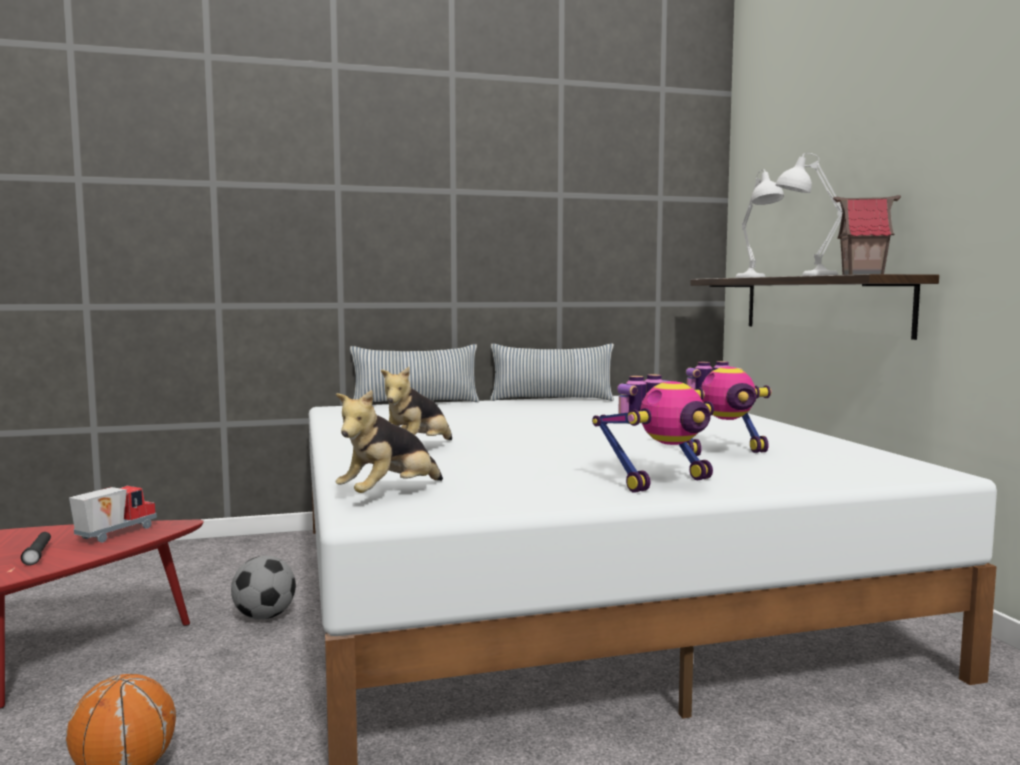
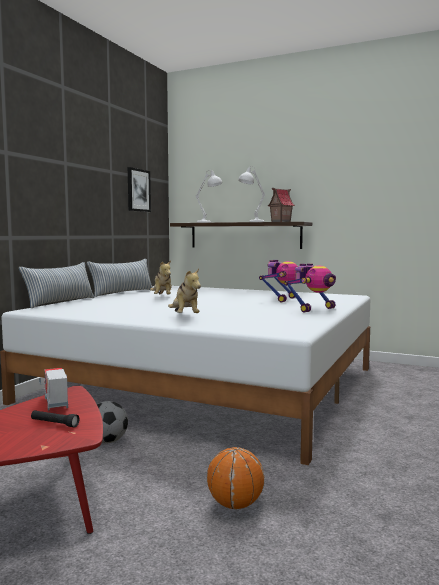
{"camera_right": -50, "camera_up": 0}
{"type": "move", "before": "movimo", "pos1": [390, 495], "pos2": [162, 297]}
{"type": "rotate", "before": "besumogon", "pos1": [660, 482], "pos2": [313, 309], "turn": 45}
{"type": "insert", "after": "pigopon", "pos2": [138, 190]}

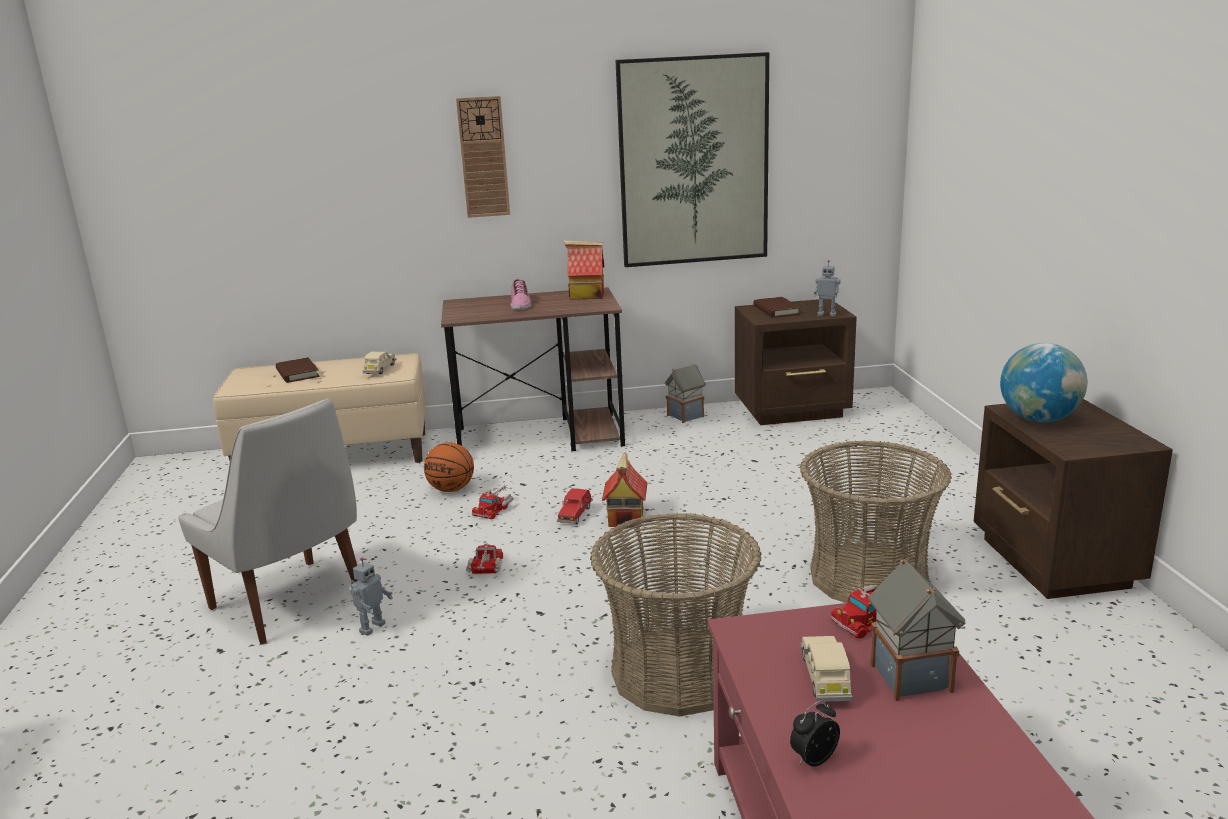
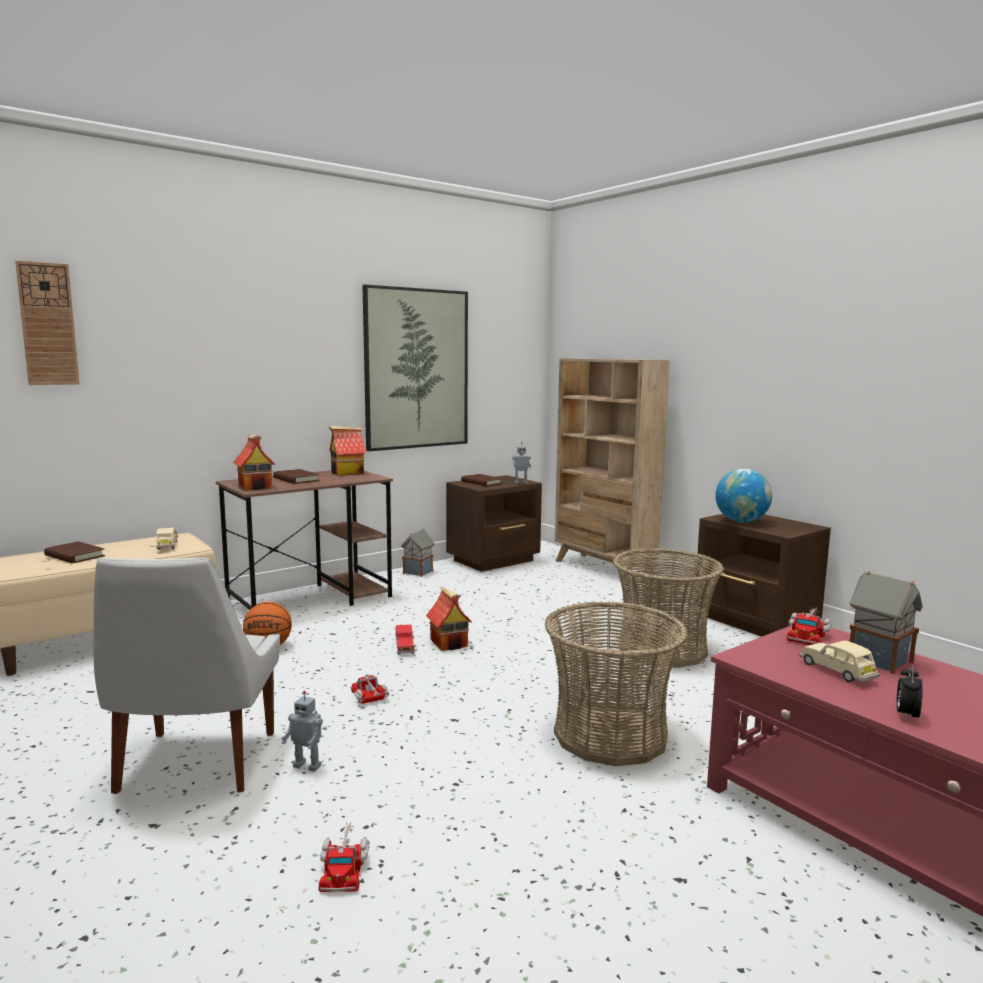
{"camera_right": -30, "camera_up": -10}
{"type": "rotate", "before": "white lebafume", "pos1": [291, 603], "pos2": [195, 765], "turn": 75}
{"type": "rotate", "before": "besumogon", "pos1": [371, 627], "pos2": [308, 765], "turn": 105}
{"type": "move", "before": "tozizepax", "pos1": [483, 157], "pos2": [48, 324]}
{"type": "move", "before": "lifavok", "pos1": [494, 508], "pos2": [344, 867]}
{"type": "replace", "before": "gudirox", "after": "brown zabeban", "pos1": [519, 303], "pos2": [296, 479]}
{"type": "insert", "after": "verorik", "pos2": [256, 486]}
{"type": "insert", "after": "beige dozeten", "pos2": [603, 569]}

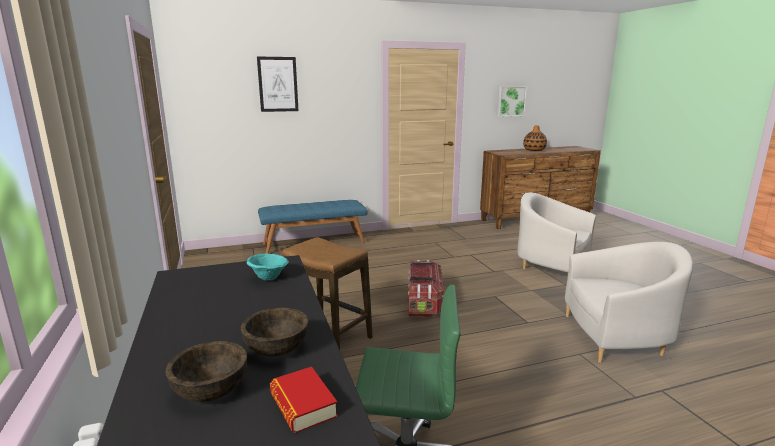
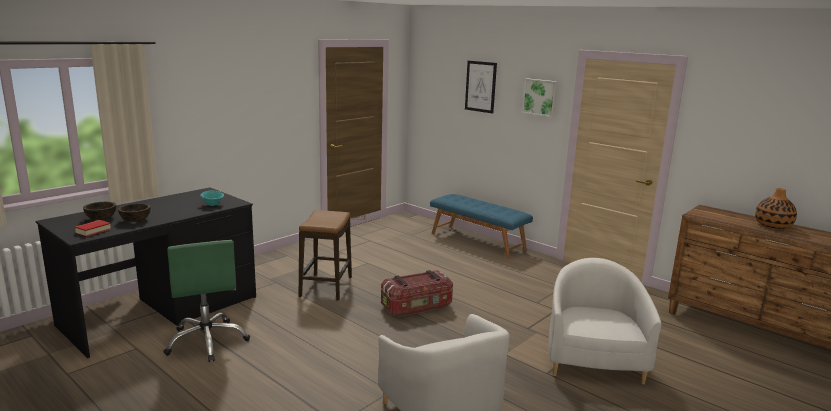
{"camera_right": 60, "camera_up": 0}
{"type": "move", "before": "pigopon", "pos1": [511, 101], "pos2": [540, 97]}

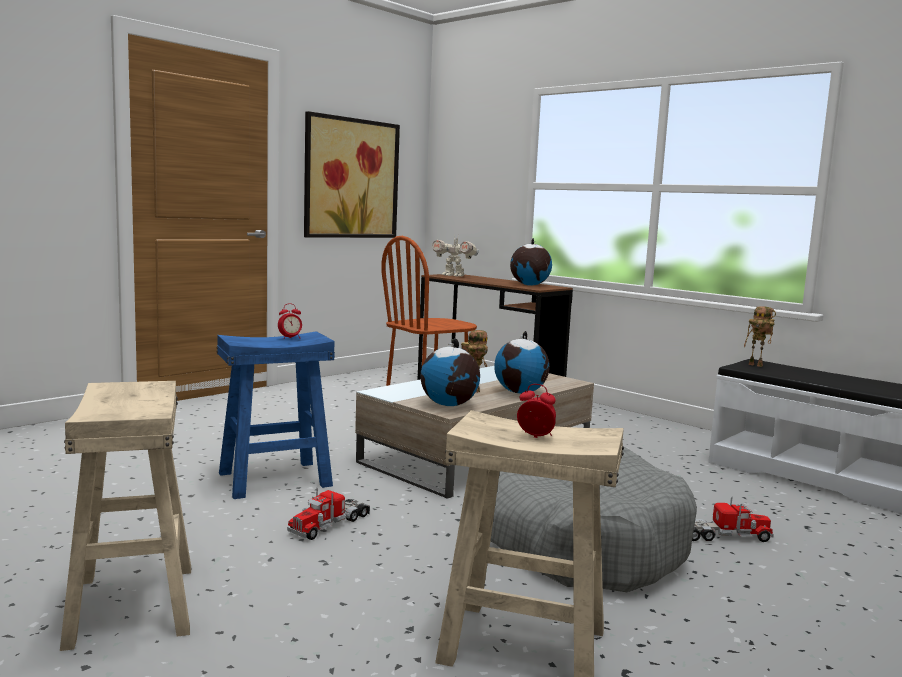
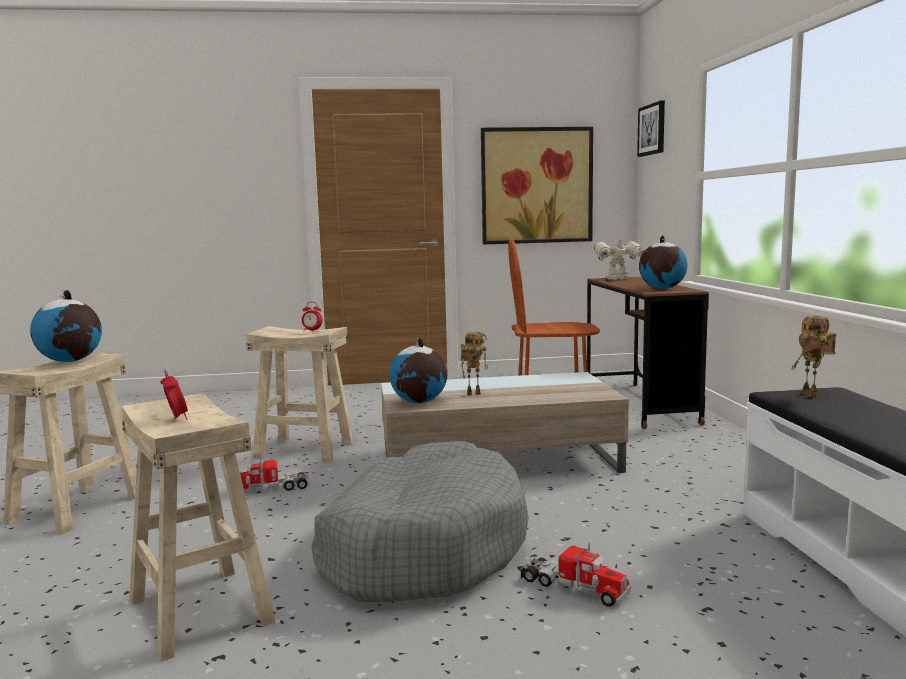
{"camera_right": 40, "camera_up": 0}
{"type": "recolor", "before": "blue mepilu", "after": "beige mepilu", "pos1": [275, 479], "pos2": [305, 449]}
{"type": "rotate", "before": "besumogon", "pos1": [453, 276], "pos2": [618, 279], "turn": 105}
{"type": "move", "before": "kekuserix", "pos1": [520, 392], "pos2": [70, 361]}
{"type": "insert", "after": "pigopon", "pos2": [652, 129]}

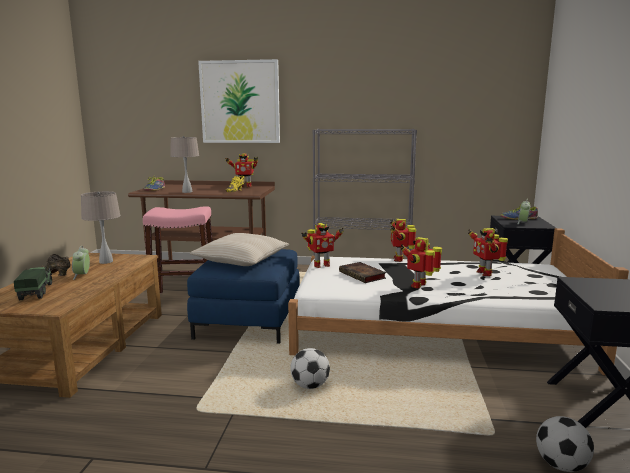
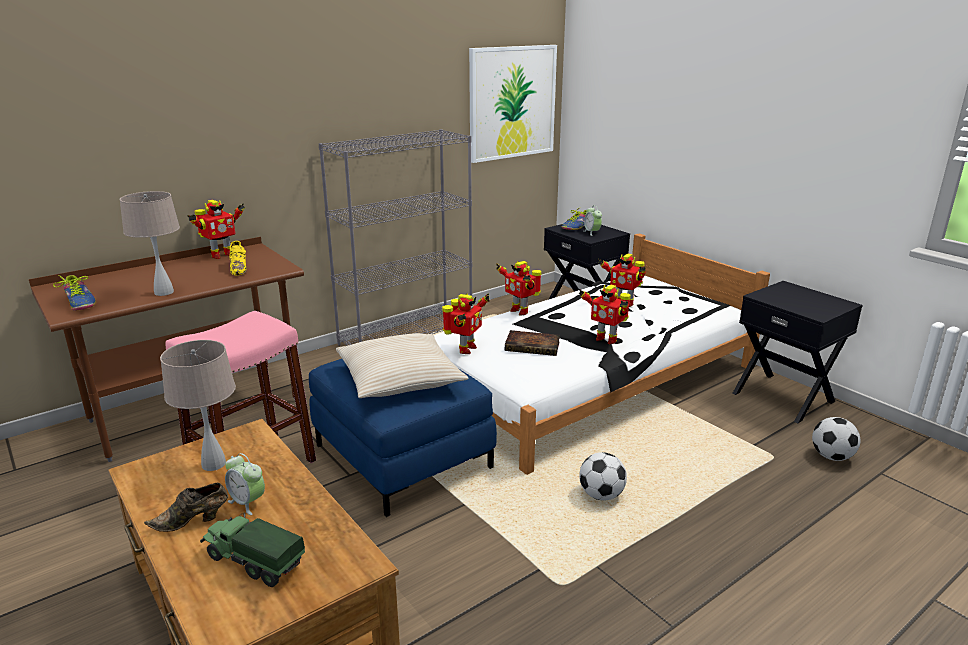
{"camera_right": -45, "camera_up": 10}
{"type": "move", "before": "pigopon", "pos1": [240, 102], "pos2": [512, 102]}
{"type": "rotate", "before": "besumogon", "pos1": [420, 285], "pos2": [606, 339], "turn": -45}

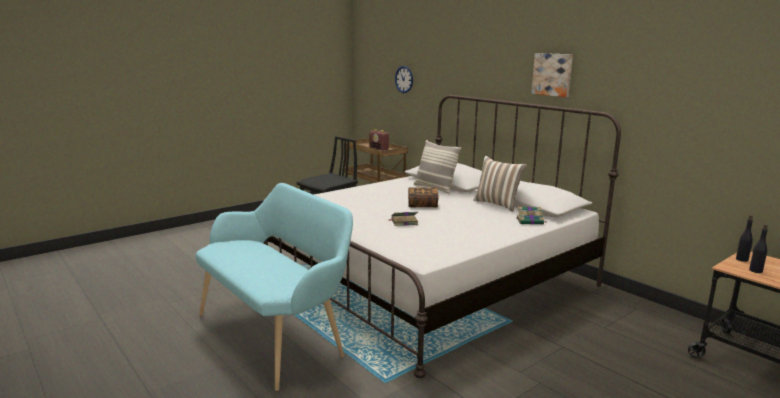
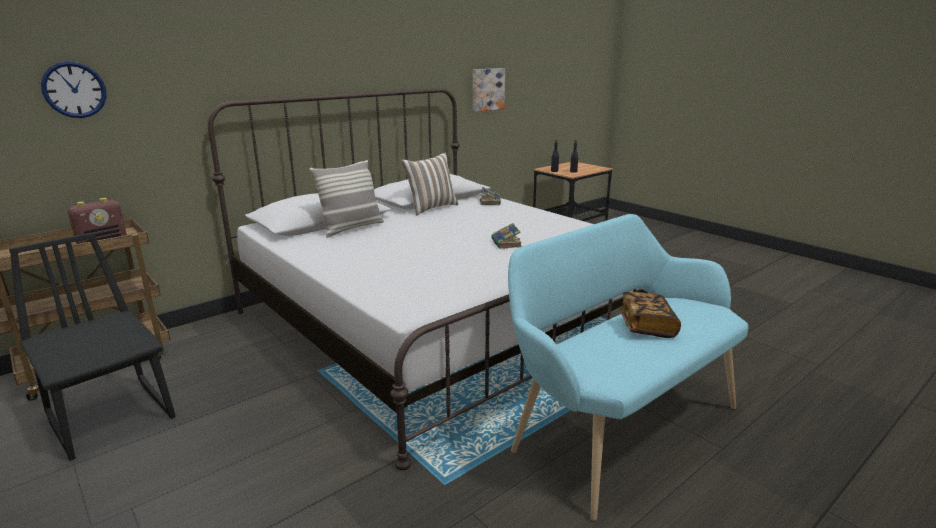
{"camera_right": -90, "camera_up": 5}
{"type": "move", "before": "zabeban", "pos1": [422, 205], "pos2": [647, 326]}
{"type": "move", "before": "pigopon", "pos1": [552, 74], "pos2": [487, 89]}

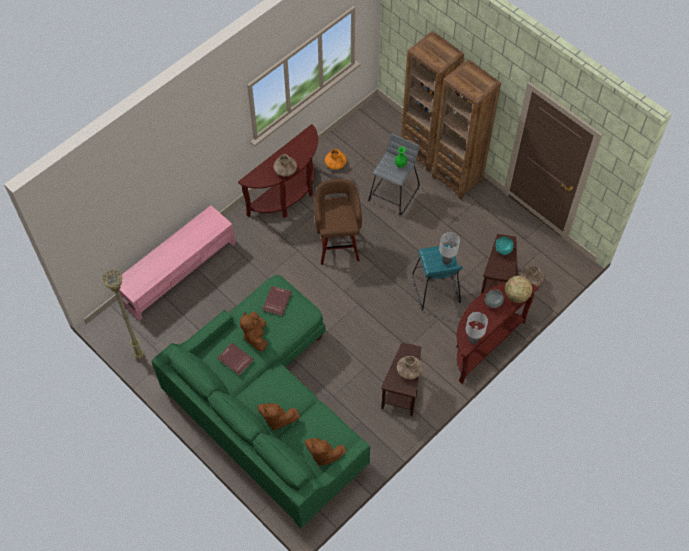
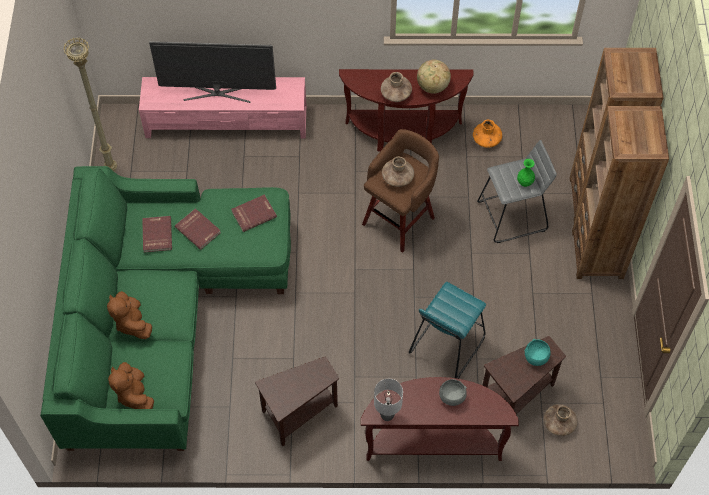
{"camera_right": 45, "camera_up": 0}
{"type": "replace", "before": "brown movimo", "after": "red zabeban", "pos1": [255, 336], "pos2": [198, 229]}
{"type": "move", "before": "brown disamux", "pos1": [409, 370], "pos2": [397, 177]}
{"type": "delete", "before": "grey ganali", "pos1": [446, 261]}
{"type": "move", "before": "kekuserix", "pos1": [516, 296], "pos2": [432, 87]}
{"type": "insert", "after": "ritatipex", "pos2": [218, 92]}

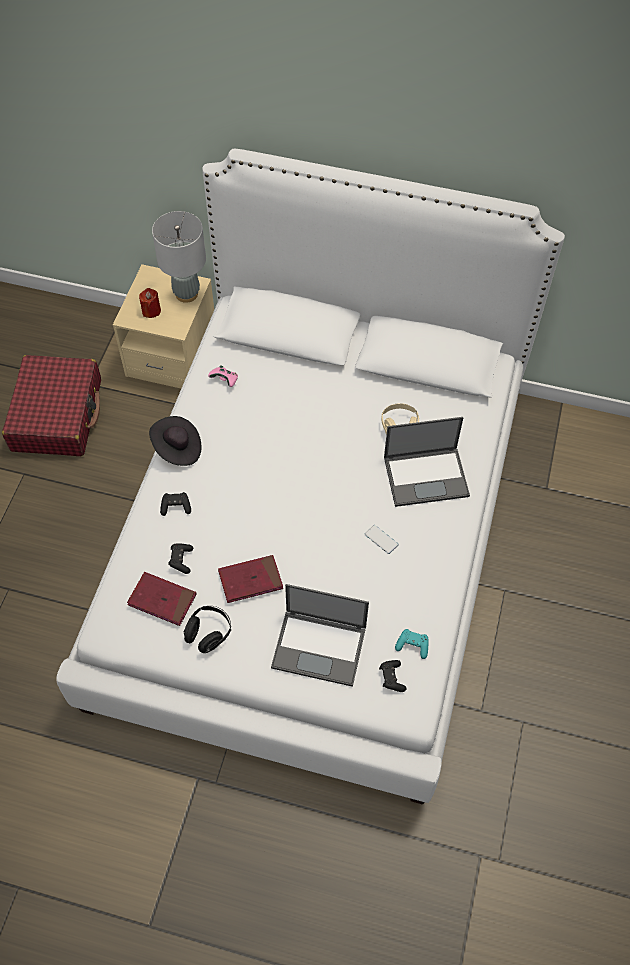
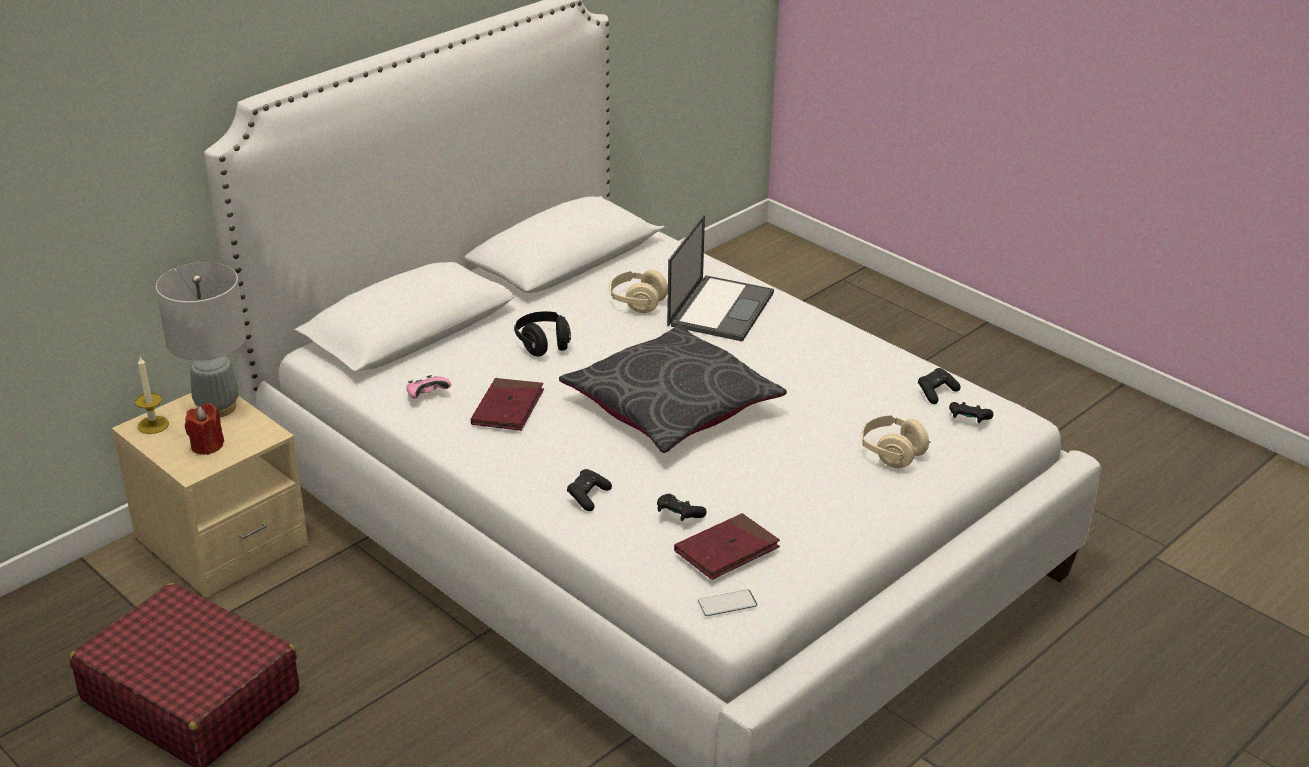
{"camera_right": -60, "camera_up": -25}
{"type": "delete", "before": "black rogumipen", "pos1": [177, 449]}
{"type": "move", "before": "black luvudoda", "pos1": [208, 633], "pos2": [543, 345]}
{"type": "move", "before": "red zabeban", "pos1": [250, 580], "pos2": [508, 408]}
{"type": "replace", "before": "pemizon", "after": "beige luvudoda", "pos1": [320, 647], "pos2": [891, 453]}
{"type": "move", "before": "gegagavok", "pos1": [381, 539], "pos2": [727, 603]}
{"type": "recolor", "before": "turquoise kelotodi", "after": "black kelotodi", "pos1": [412, 645], "pos2": [936, 392]}
{"type": "insert", "after": "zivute", "pos2": [153, 425]}
{"type": "insert", "after": "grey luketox", "pos2": [672, 406]}

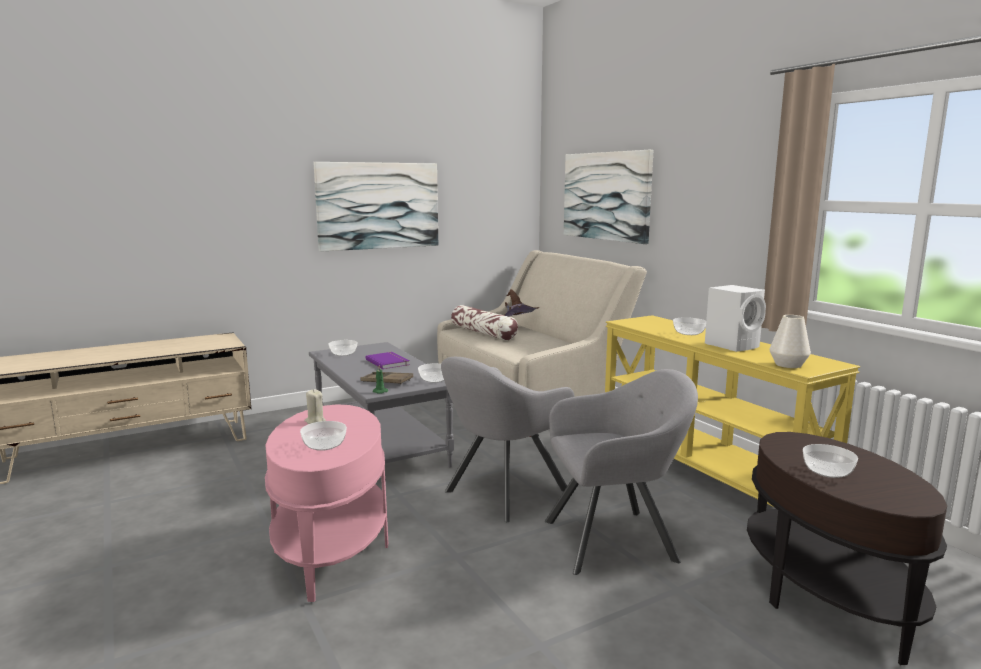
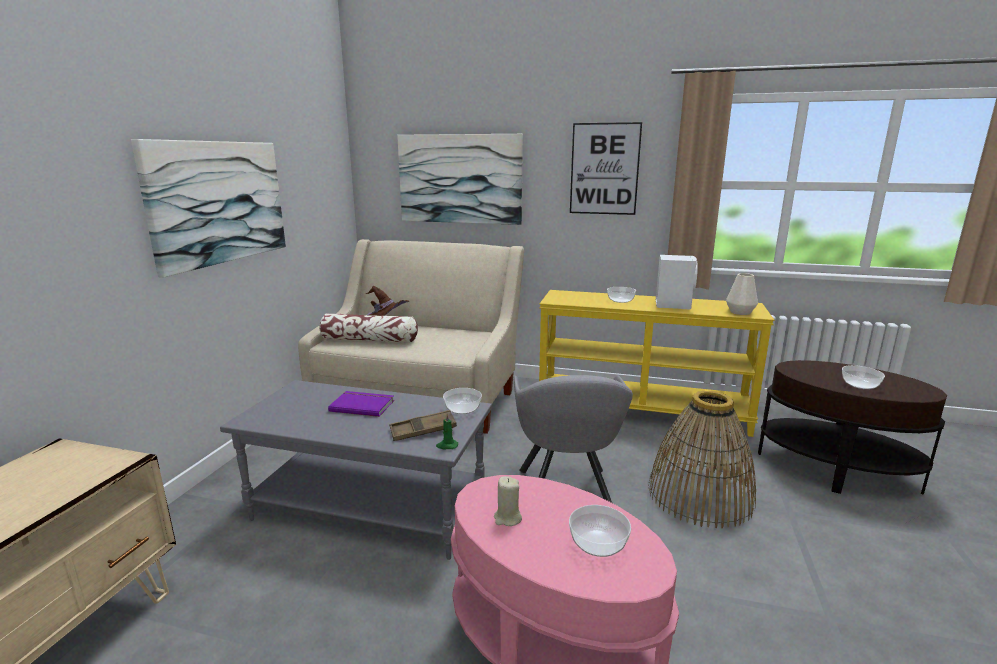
{"camera_right": -45, "camera_up": 5}
{"type": "delete", "before": "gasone", "pos1": [343, 353]}
{"type": "replace", "before": "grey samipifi", "after": "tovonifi", "pos1": [615, 539], "pos2": [700, 495]}
{"type": "insert", "after": "pigopon", "pos2": [604, 169]}

